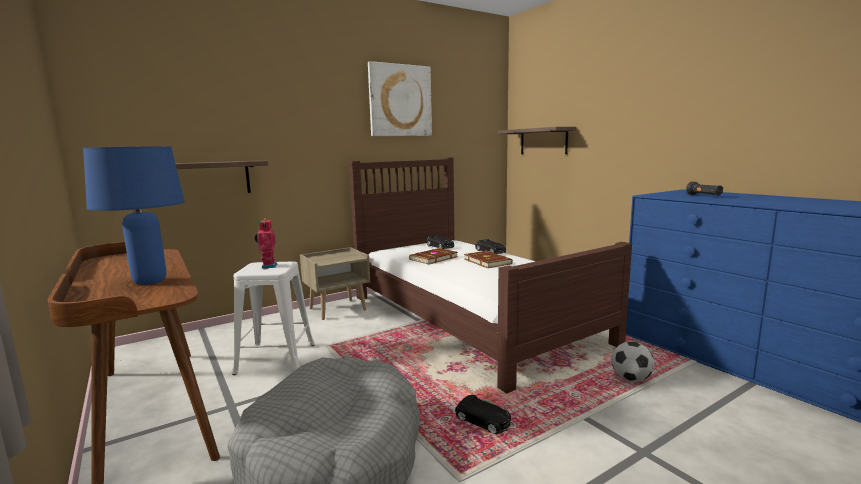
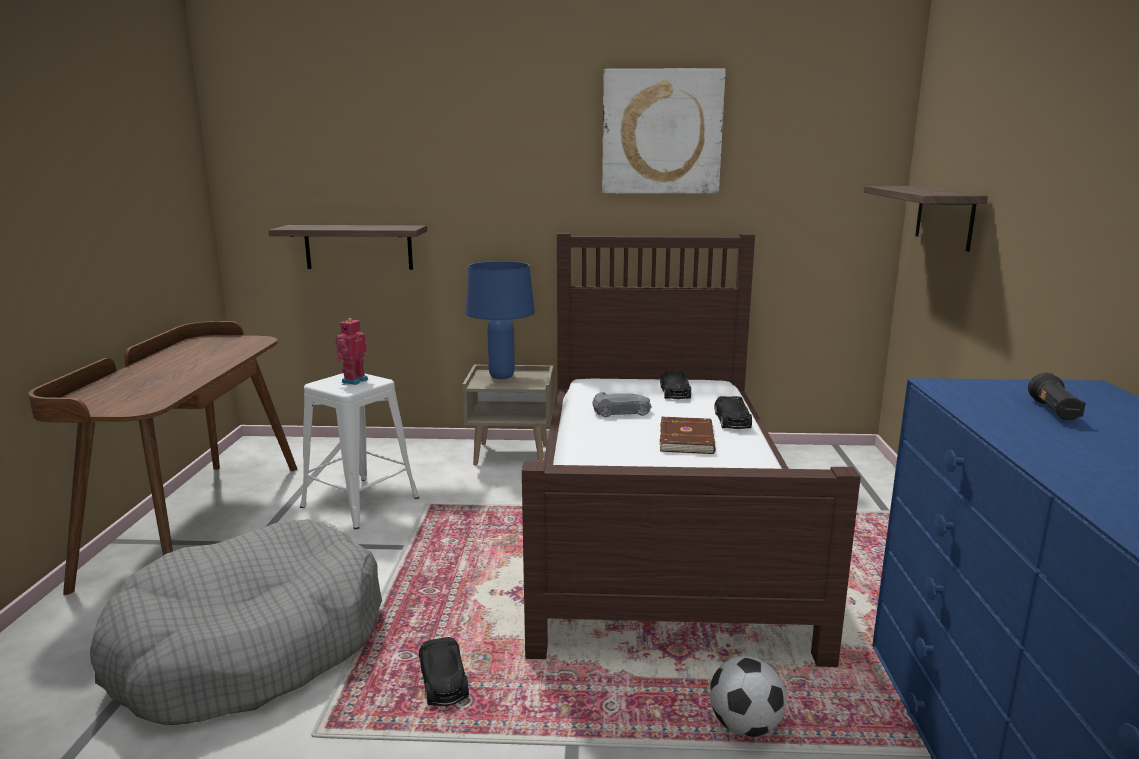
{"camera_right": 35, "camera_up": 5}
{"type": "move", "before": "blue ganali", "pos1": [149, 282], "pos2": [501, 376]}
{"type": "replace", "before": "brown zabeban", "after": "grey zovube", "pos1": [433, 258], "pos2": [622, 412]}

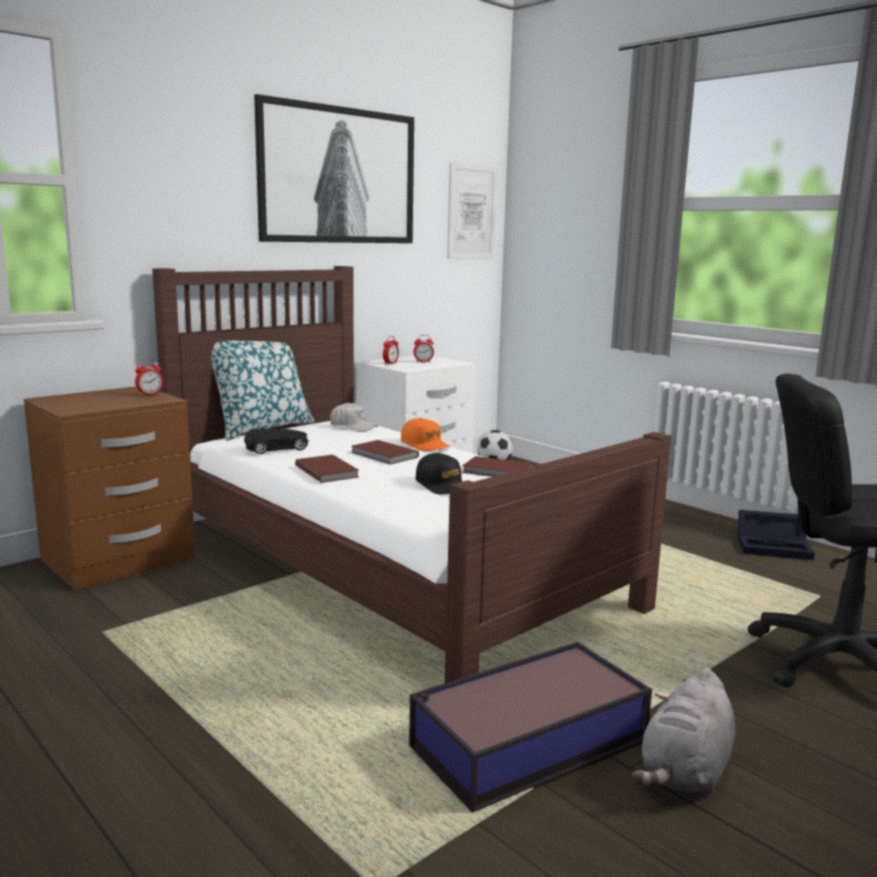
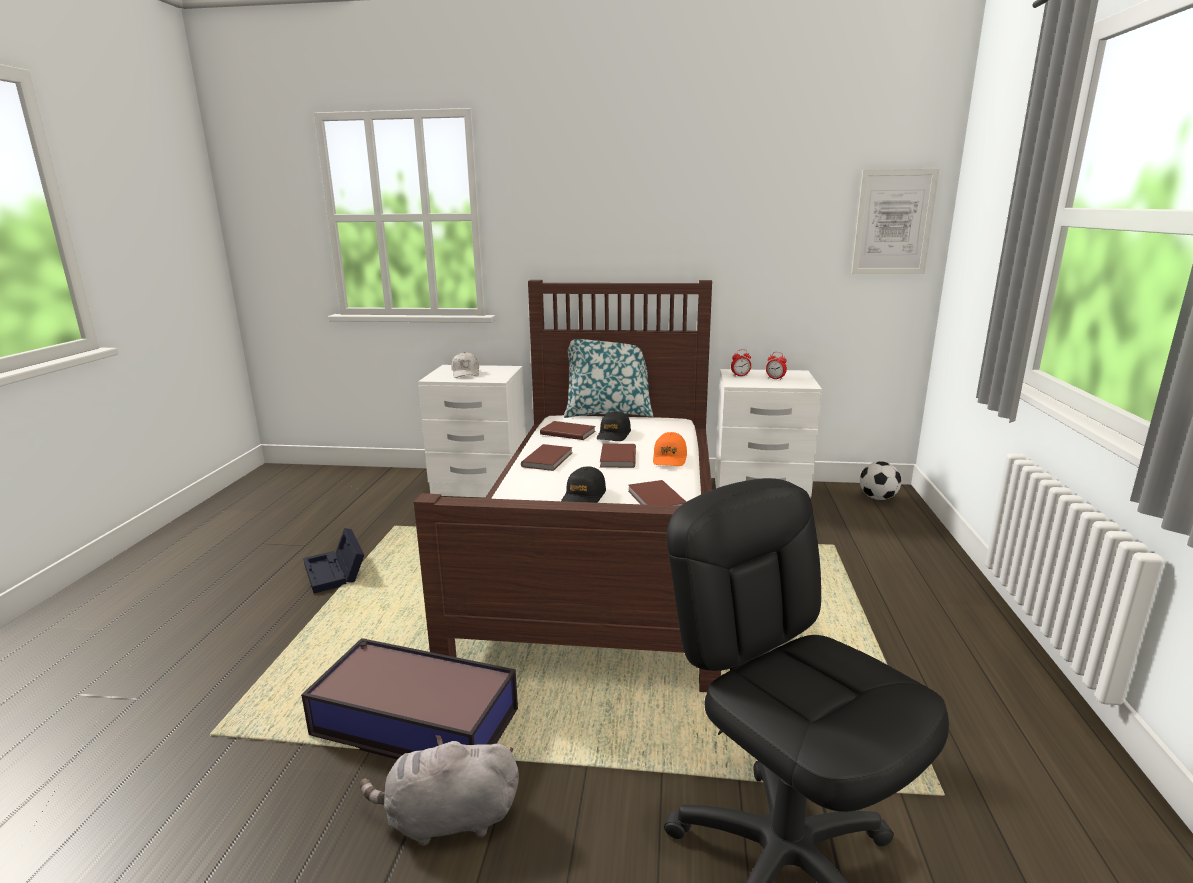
{"camera_right": 50, "camera_up": 5}
{"type": "recolor", "before": "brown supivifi", "after": "white supivifi", "pos1": [119, 560], "pos2": [480, 485]}
{"type": "delete", "before": "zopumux", "pos1": [149, 394]}
{"type": "replace", "before": "black zovube", "after": "brown zabeban", "pos1": [277, 448], "pos2": [568, 432]}
{"type": "delete", "before": "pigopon", "pos1": [339, 176]}
{"type": "move", "before": "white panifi", "pos1": [353, 426], "pos2": [466, 373]}
{"type": "move", "before": "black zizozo", "pos1": [775, 547], "pos2": [336, 572]}
{"type": "insert", "after": "black panifi", "pos2": [614, 435]}

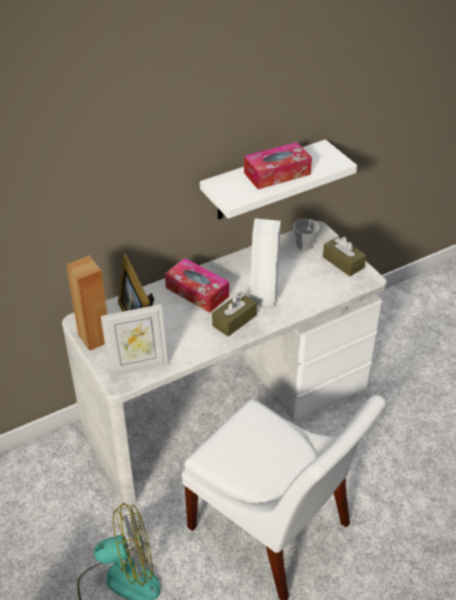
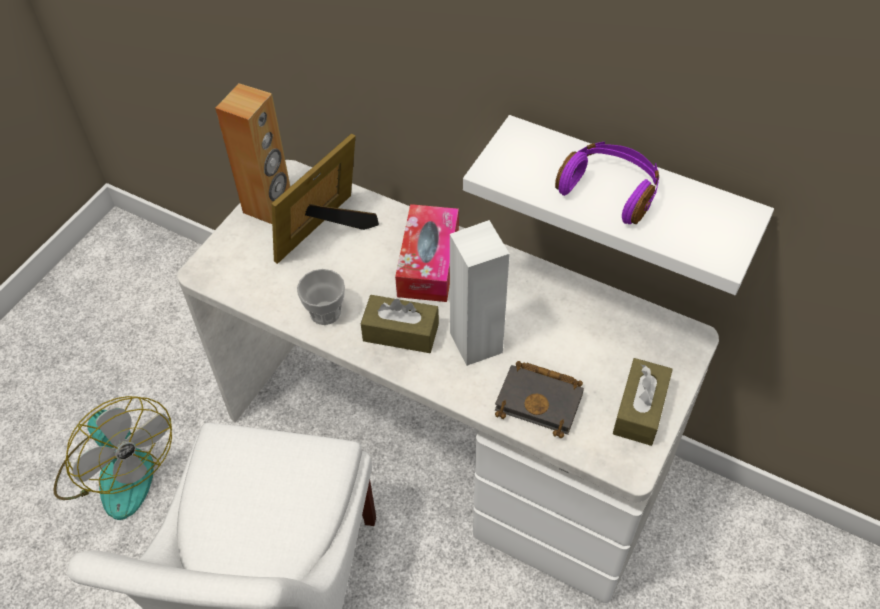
{"camera_right": 60, "camera_up": 10}
{"type": "delete", "before": "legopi", "pos1": [138, 366]}
{"type": "replace", "before": "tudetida", "after": "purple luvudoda", "pos1": [277, 173], "pos2": [609, 191]}
{"type": "move", "before": "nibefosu", "pos1": [304, 244], "pos2": [325, 312]}
{"type": "insert", "after": "black zabeban", "pos2": [542, 401]}

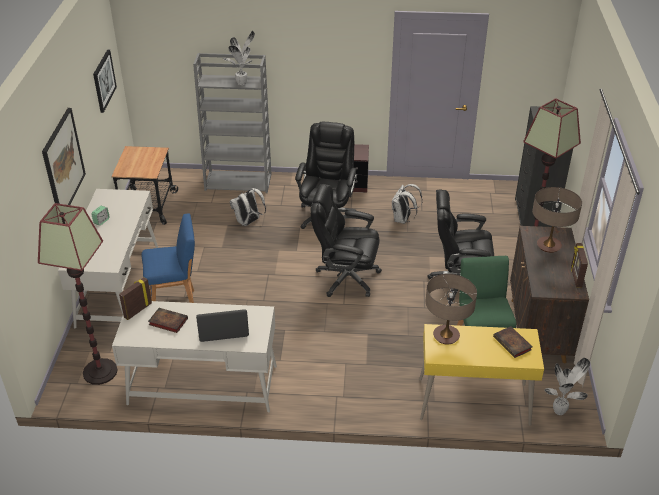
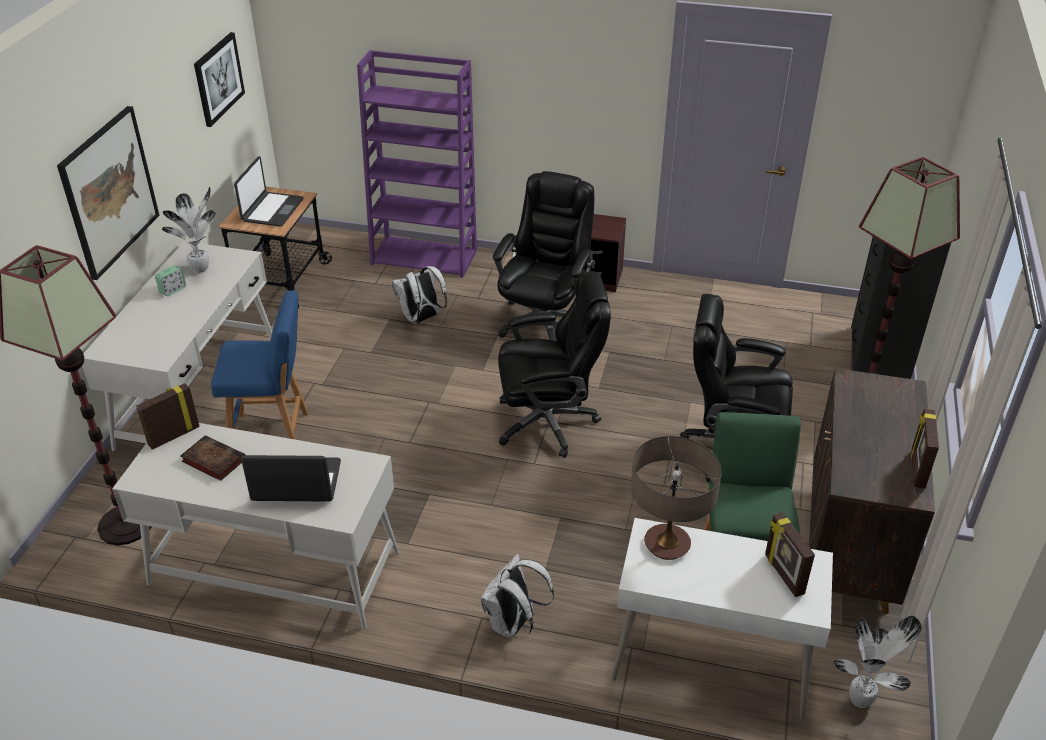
{"camera_right": 10, "camera_up": 0}
{"type": "recolor", "before": "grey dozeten", "after": "purple dozeten", "pos1": [239, 181], "pos2": [425, 257]}
{"type": "move", "before": "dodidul", "pos1": [242, 83], "pos2": [202, 269]}
{"type": "rotate", "before": "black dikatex", "pos1": [346, 278], "pos2": [548, 422], "turn": 150}
{"type": "move", "before": "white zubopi", "pos1": [403, 219], "pos2": [513, 624]}
{"type": "recolor", "before": "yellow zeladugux", "after": "white zeladugux", "pos1": [473, 402], "pos2": [710, 662]}
{"type": "replace", "before": "zabeban", "after": "legopi", "pos1": [513, 344], "pos2": [783, 575]}
{"type": "delete", "before": "ganali", "pos1": [548, 246]}
{"type": "insert", "after": "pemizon", "pos2": [272, 210]}

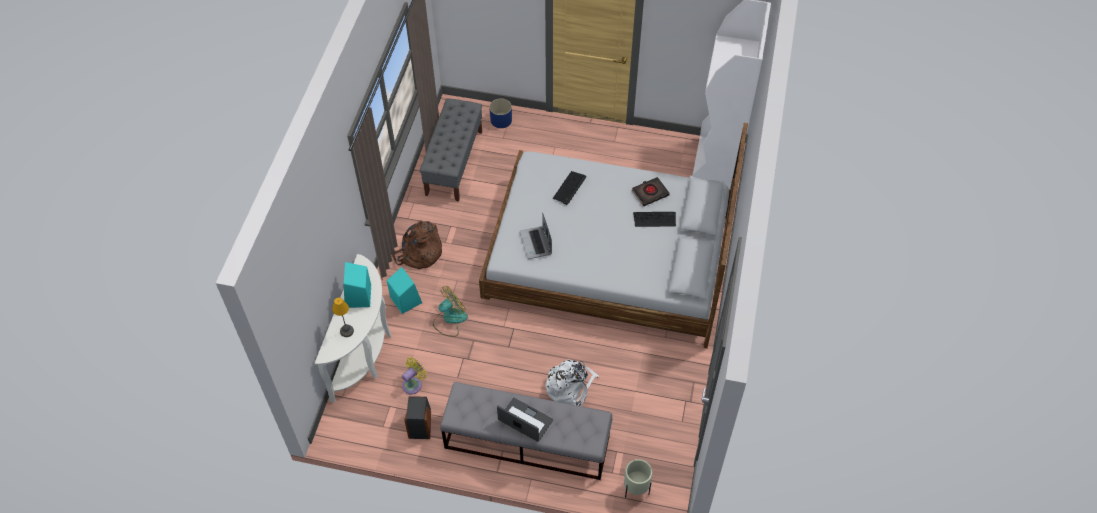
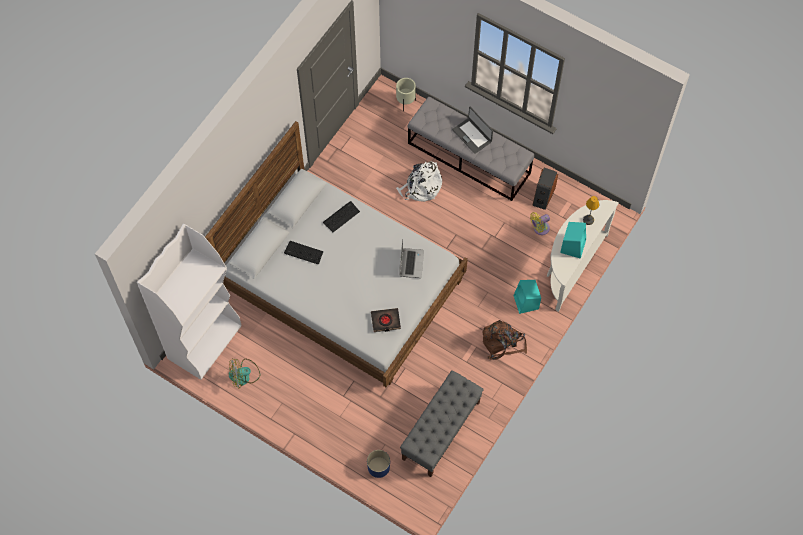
{"camera_right": -160, "camera_up": 10}
{"type": "move", "before": "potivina", "pos1": [450, 319], "pos2": [244, 375]}
{"type": "move", "before": "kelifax", "pos1": [569, 188], "pos2": [341, 217]}
{"type": "move", "before": "black zabeban", "pos1": [650, 193], "pos2": [385, 321]}

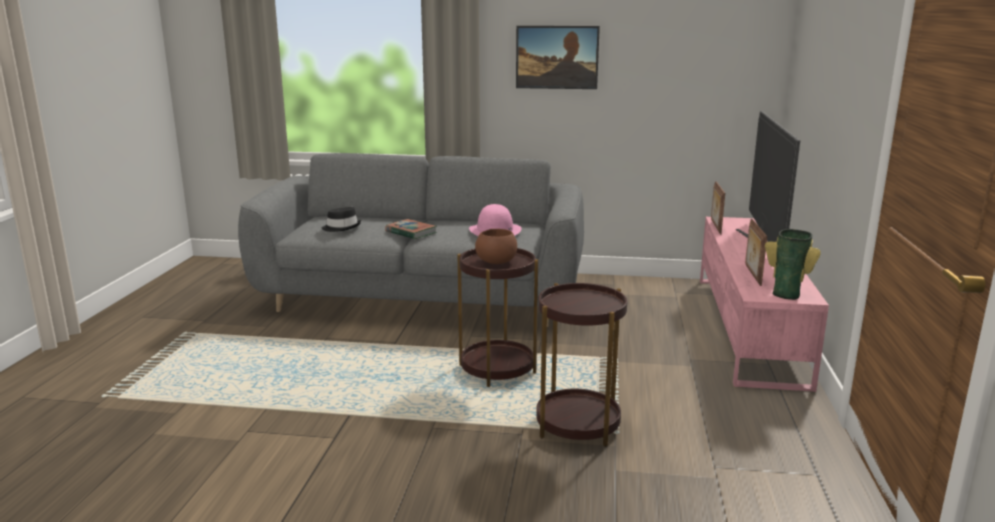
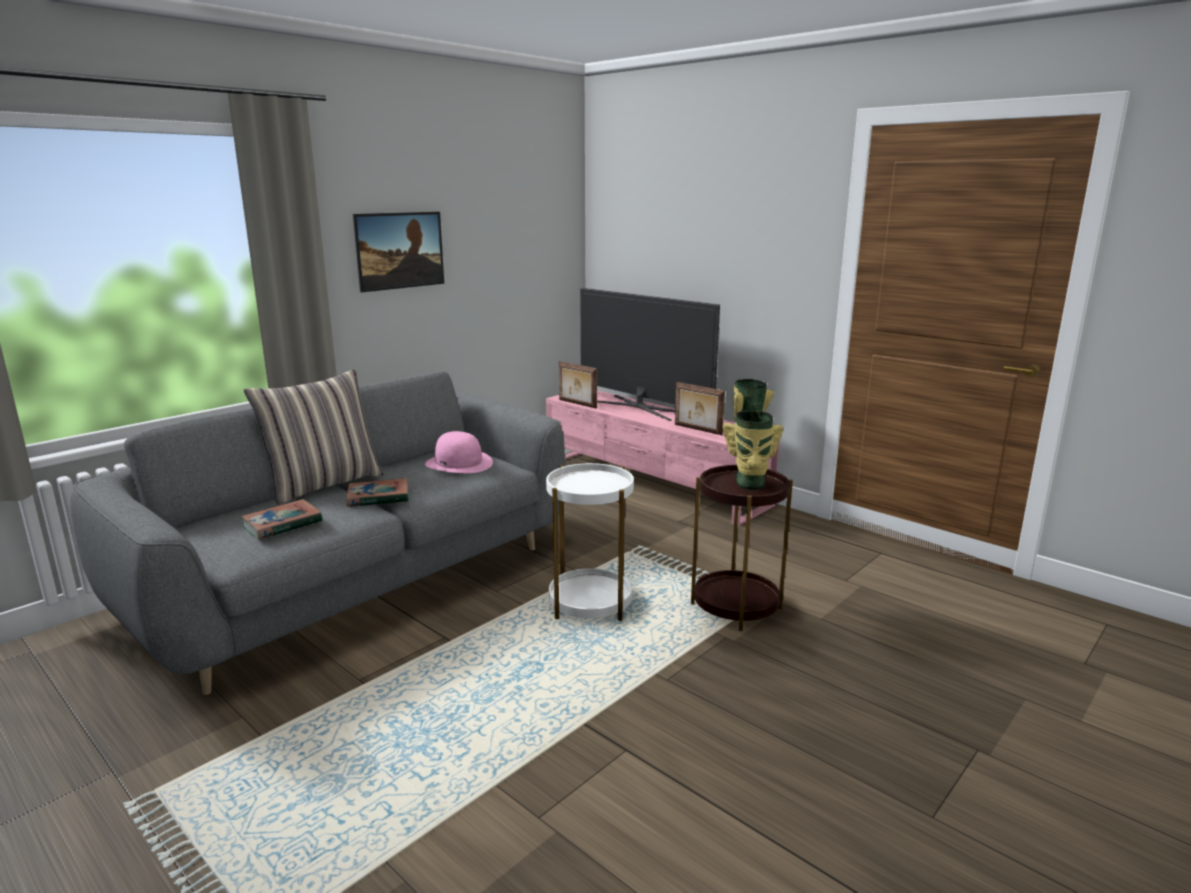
{"camera_right": -55, "camera_up": 0}
{"type": "replace", "before": "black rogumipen", "after": "zabeban", "pos1": [342, 227], "pos2": [282, 524]}
{"type": "recolor", "before": "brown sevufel", "after": "white sevufel", "pos1": [497, 369], "pos2": [590, 604]}
{"type": "delete", "before": "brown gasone", "pos1": [496, 261]}
{"type": "insert", "after": "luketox", "pos2": [324, 484]}
{"type": "insert", "after": "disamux", "pos2": [750, 484]}

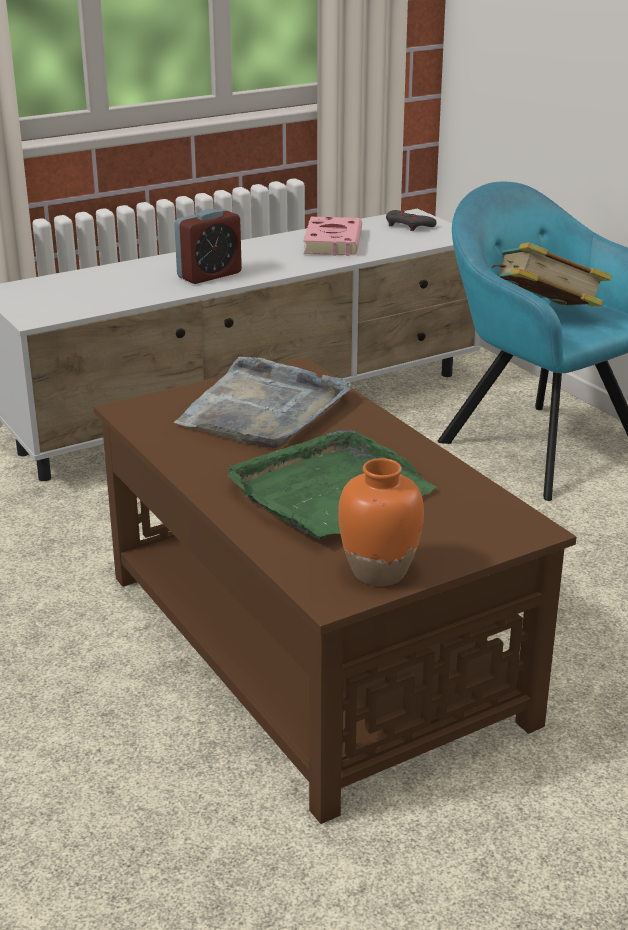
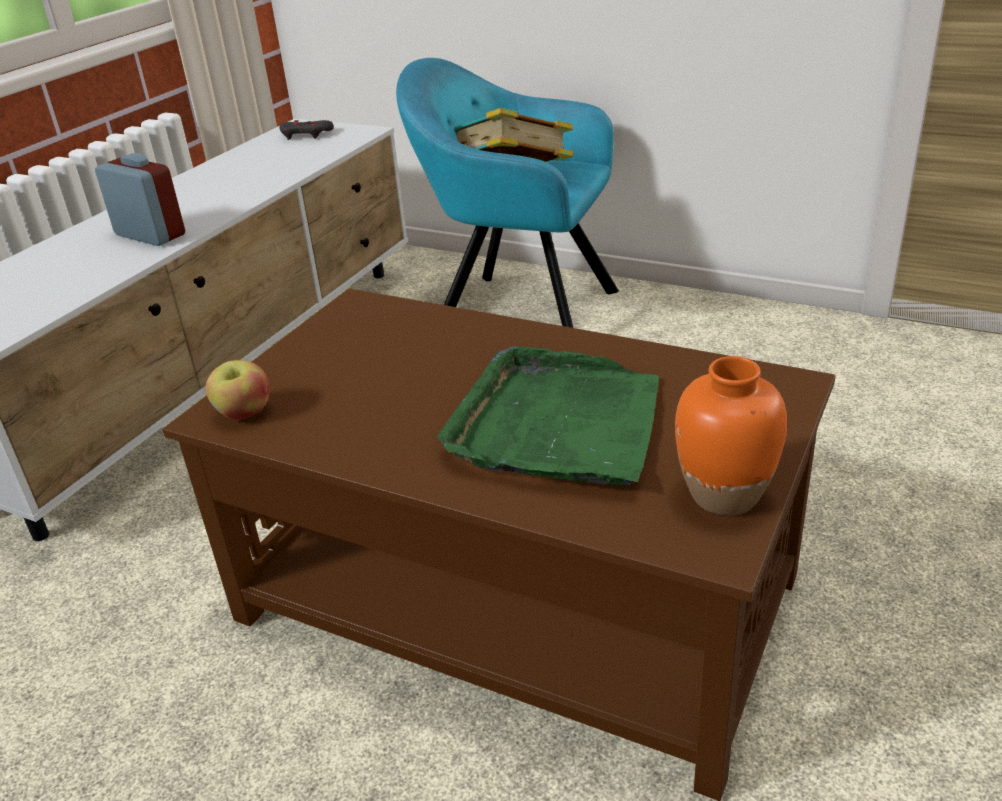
{"camera_right": -30, "camera_up": 5}
{"type": "rotate", "before": "zopumux", "pos1": [209, 275], "pos2": [150, 235], "turn": -75}
{"type": "delete", "before": "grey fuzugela", "pos1": [263, 410]}
{"type": "delete", "before": "pink zabeban", "pos1": [332, 241]}
{"type": "insert", "after": "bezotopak", "pos2": [244, 413]}

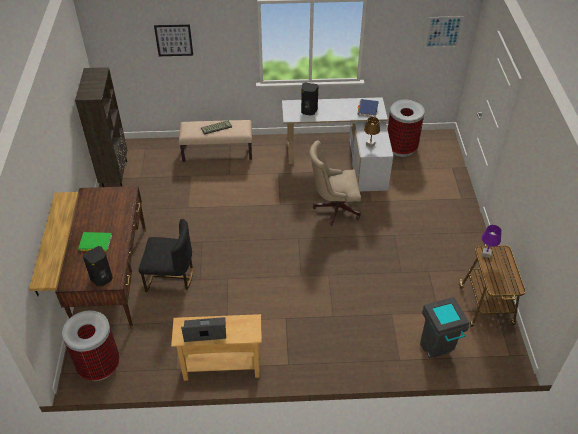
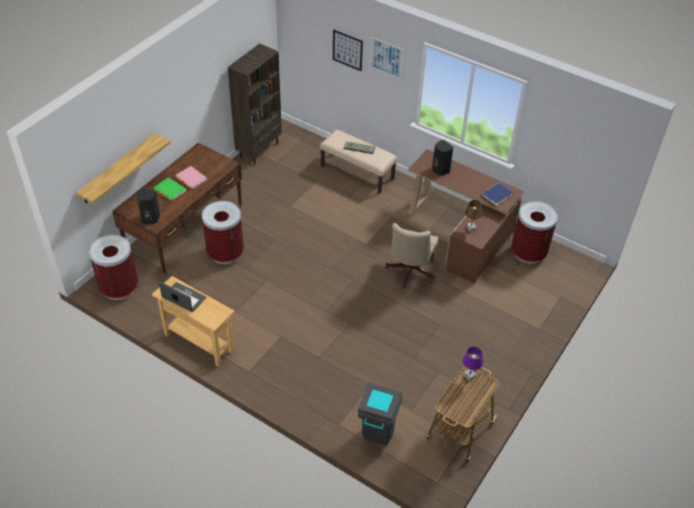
{"camera_right": 35, "camera_up": 0}
{"type": "replace", "before": "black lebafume", "after": "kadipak", "pos1": [170, 277], "pos2": [225, 253]}
{"type": "recolor", "before": "white zeladugux", "after": "brown zeladugux", "pos1": [342, 158], "pos2": [462, 233]}
{"type": "rotate", "before": "beige dikatex", "pos1": [334, 208], "pos2": [409, 272], "turn": -105}
{"type": "move", "before": "pigopon", "pos1": [443, 32], "pos2": [386, 58]}
{"type": "insert", "after": "pink zabeban", "pos2": [191, 179]}

